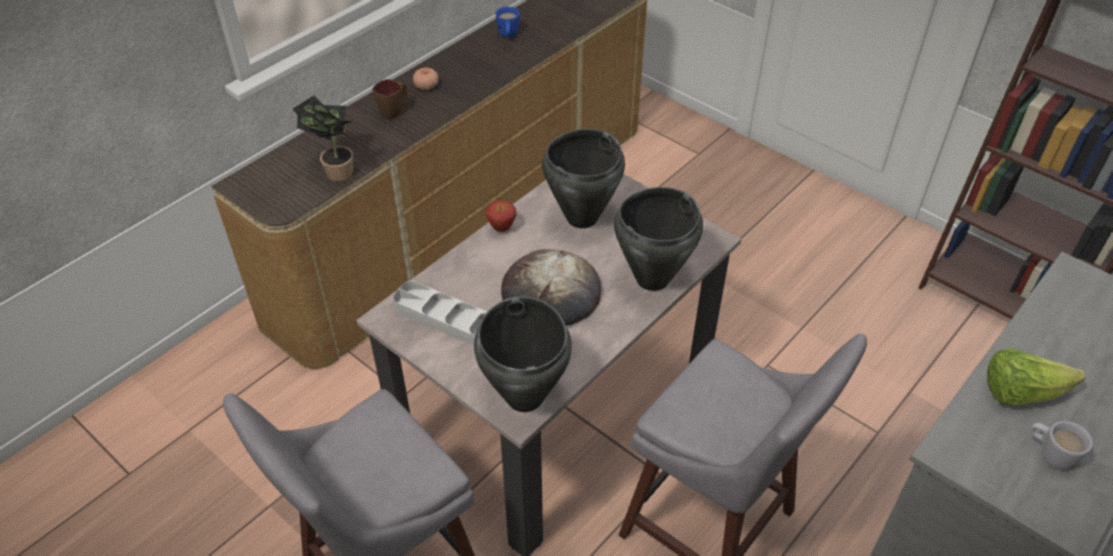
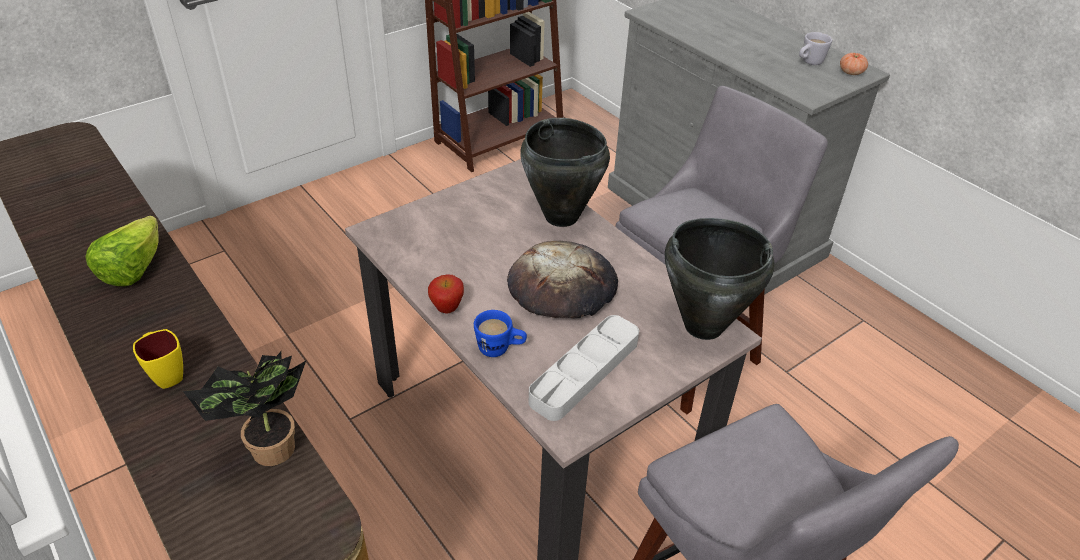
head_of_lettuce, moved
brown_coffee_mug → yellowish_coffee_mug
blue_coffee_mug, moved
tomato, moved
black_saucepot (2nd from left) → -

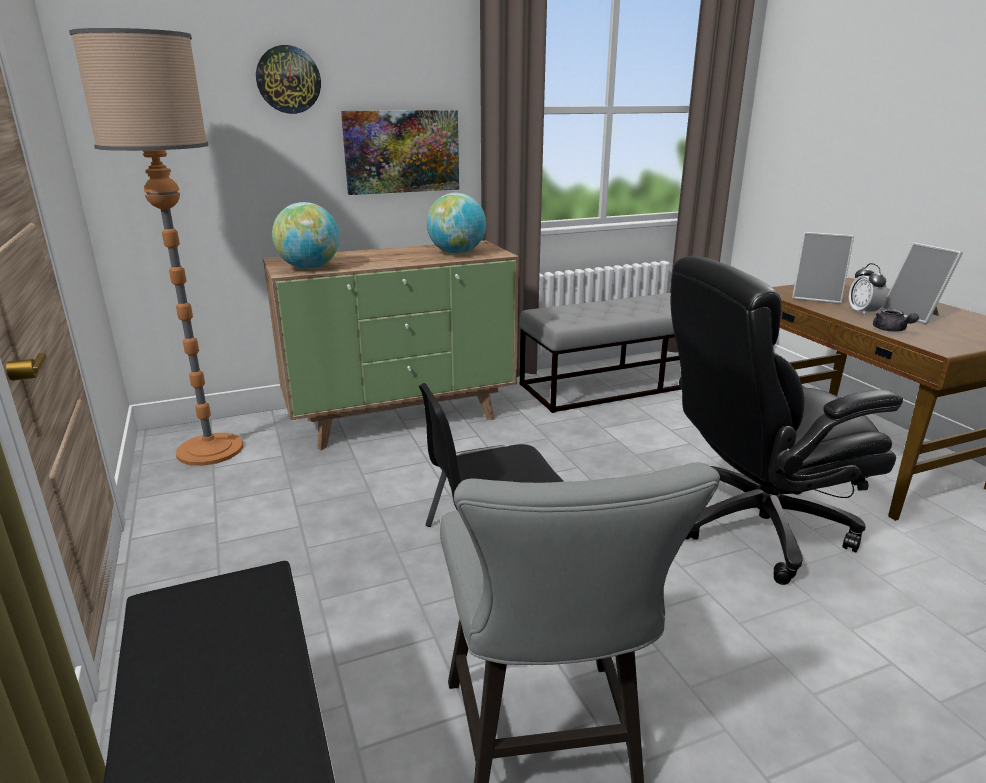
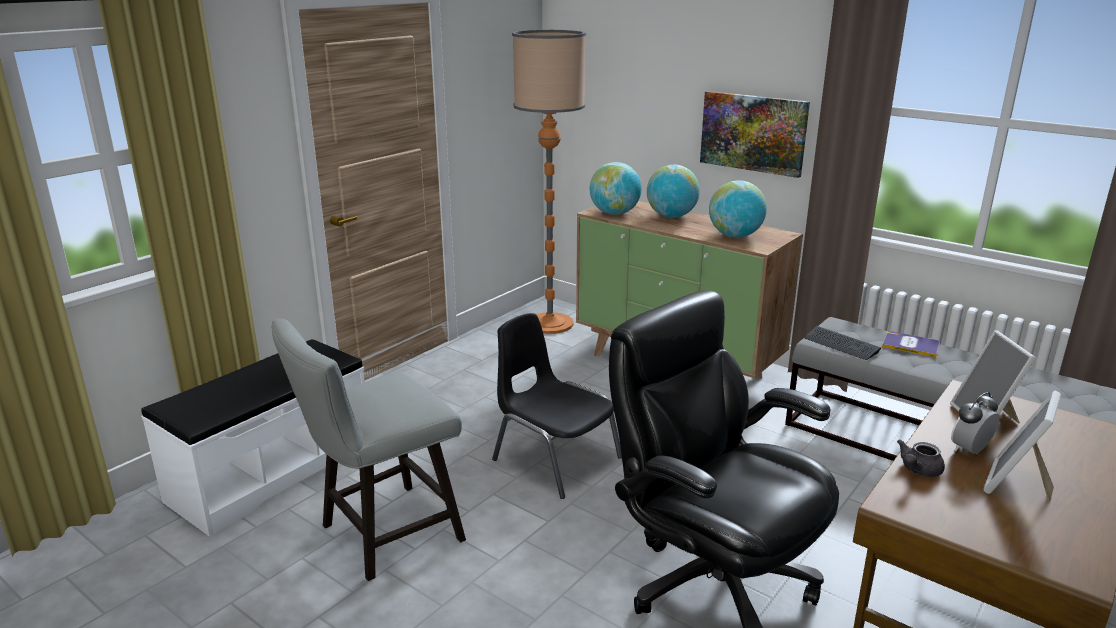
- → globe (2nd from left)
- → keyboard
- → book
clock_on_the_wall → -

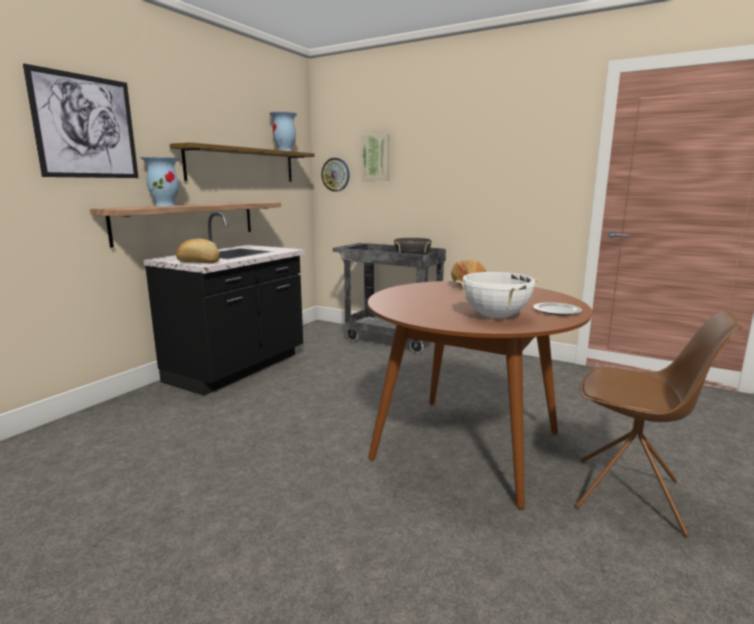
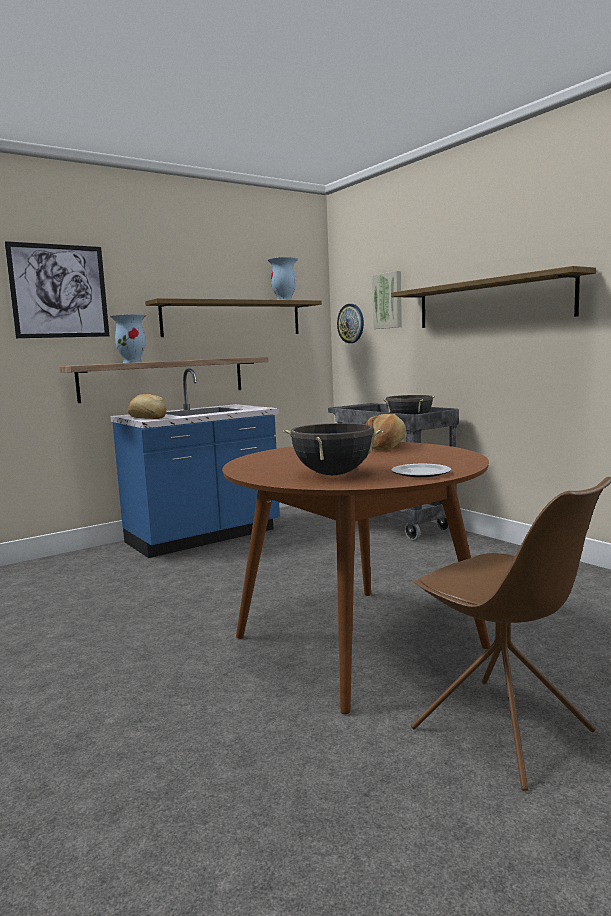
black_counter → blue_counter
whitish_saucepot → black_saucepot (1st from left)
- → wall_shelf (3rd from left)

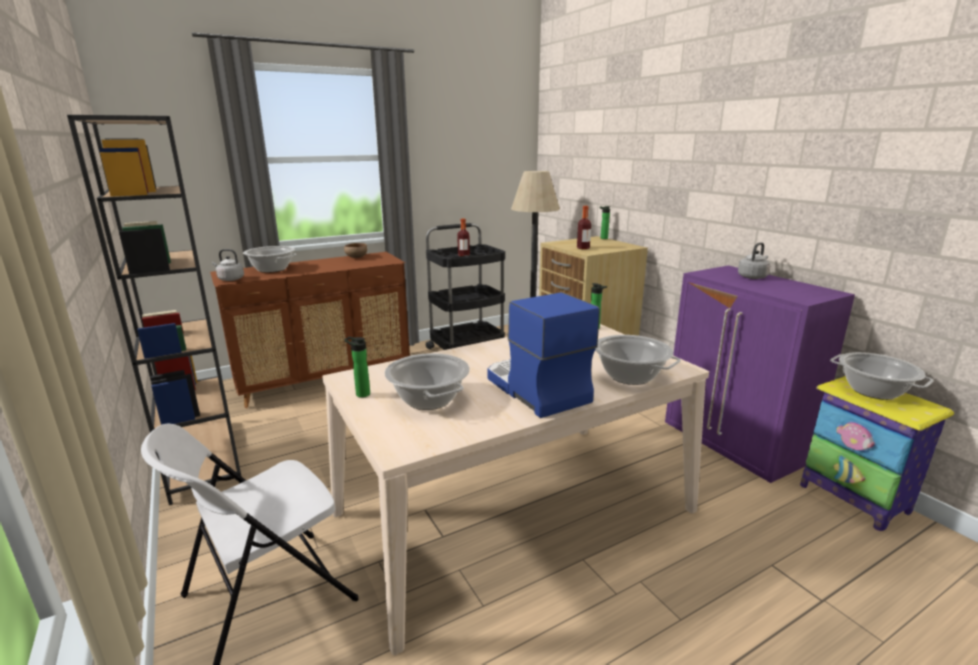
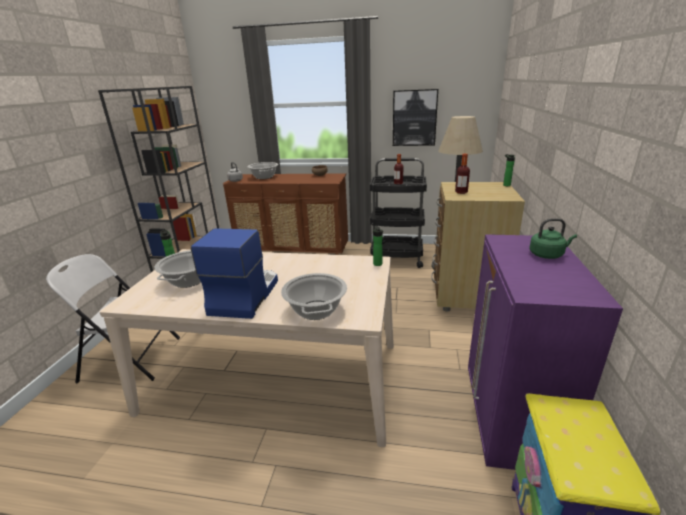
- → wall_art
gray_water_kettle (2nd from left) → green_water_kettle
saucepot (4th from left) → -

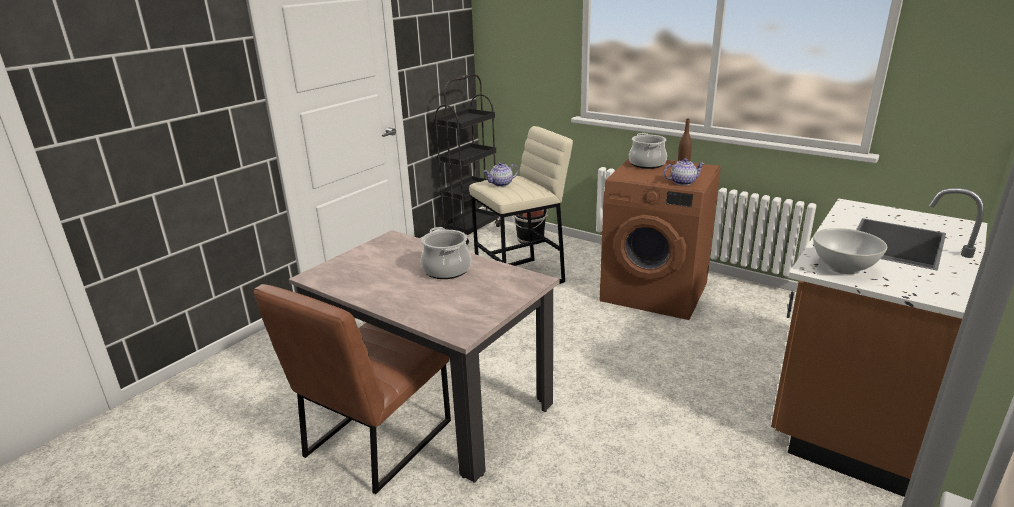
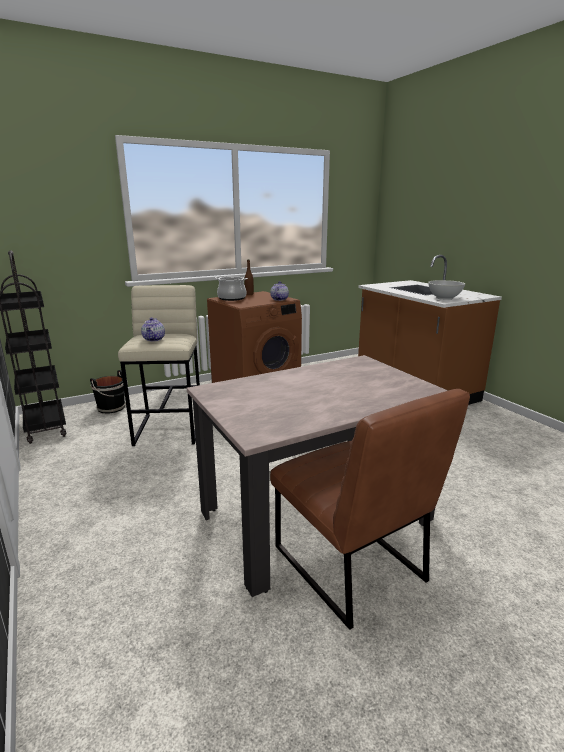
saucepot (1st from left) → -

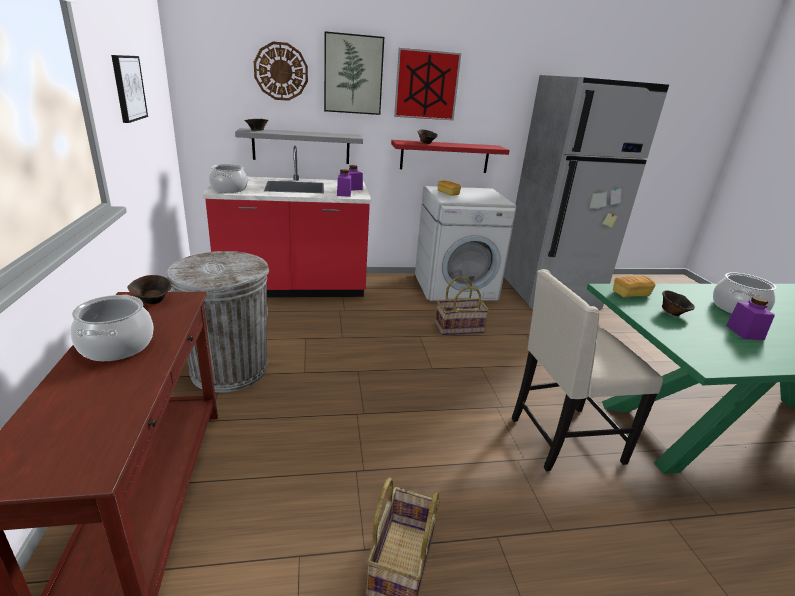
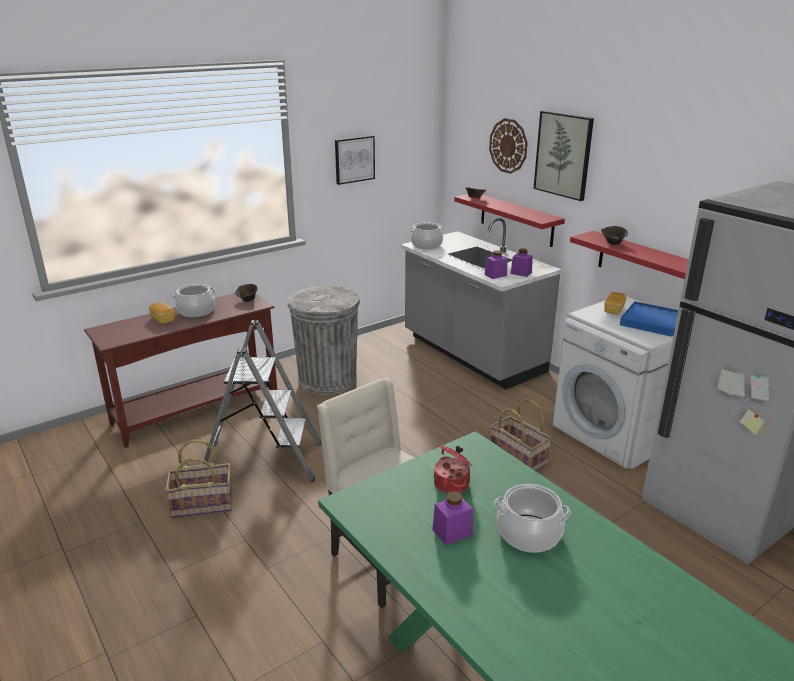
baked_bread (2nd from left in the first image) → baked_bread (1st from left), moved
- → gray_step_stool
red_counter → gray_counter
brown_serving_bowl (4th from left) → saucepot (3rd from left)
gray_wall_shelf → red_wall_shelf (1st from left)
- → blue_carrying_tray
wall_art (3rd from left) → -

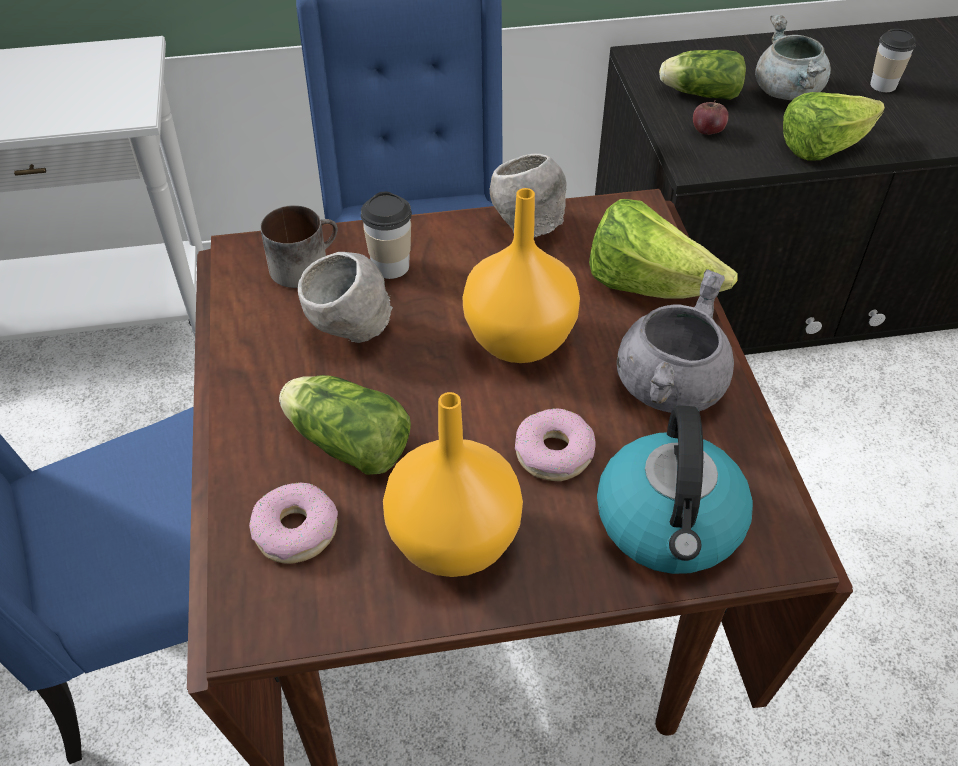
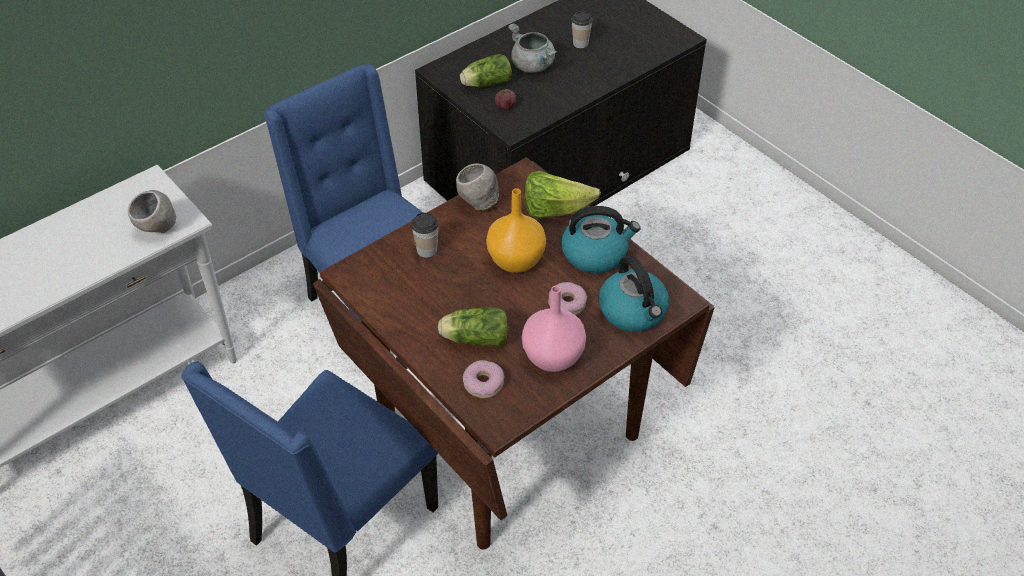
gray_serving_bowl (1st from left), moved
orange_decorative_vase (1st from left) → pink_decorative_vase
gray_saucepot (1st from left) → water_kettle (1st from left)
coffee_mug → -
head_of_lettuce (4th from left) → -

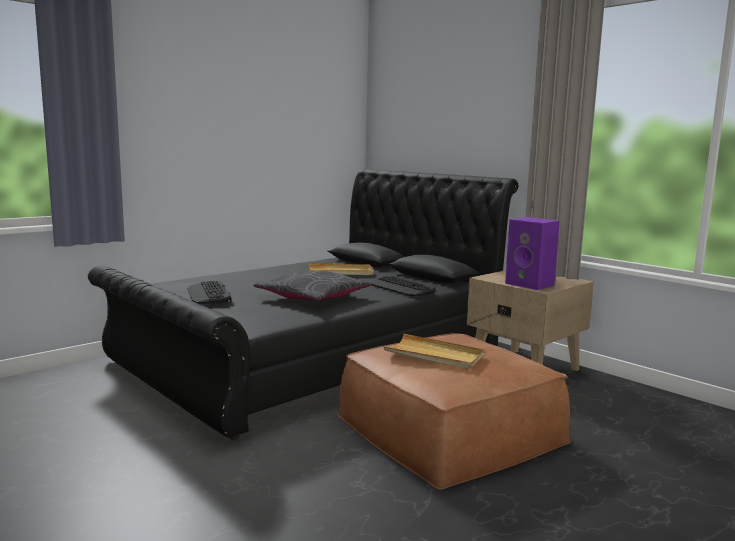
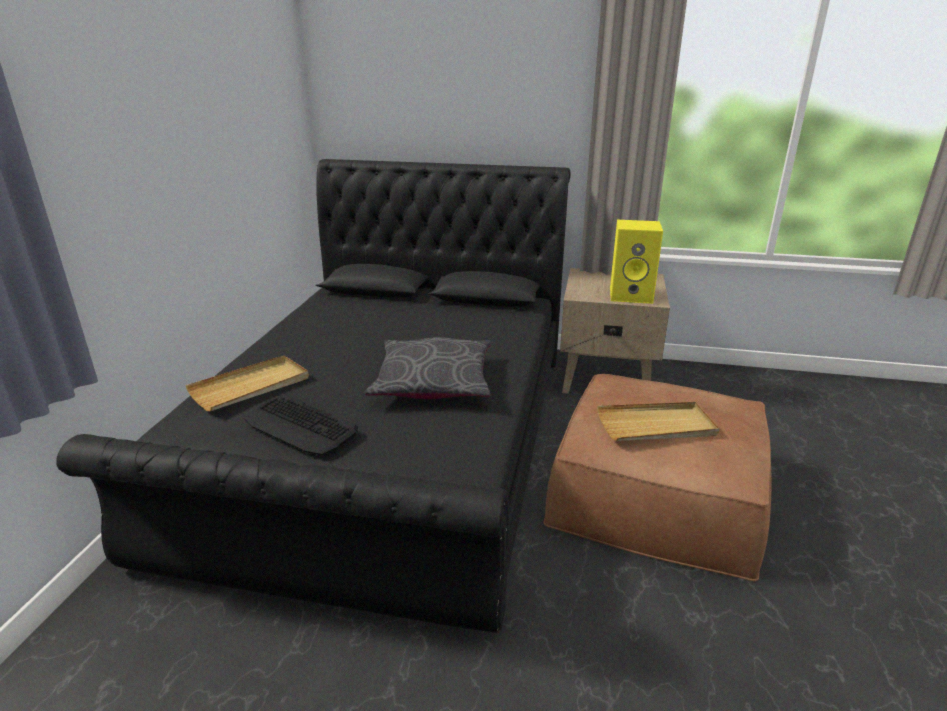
beige-coloured_carrying_tray (1st from left), moved
purple-coloured_speaker → yellowish_speaker
keyboard (2nd from left) → -

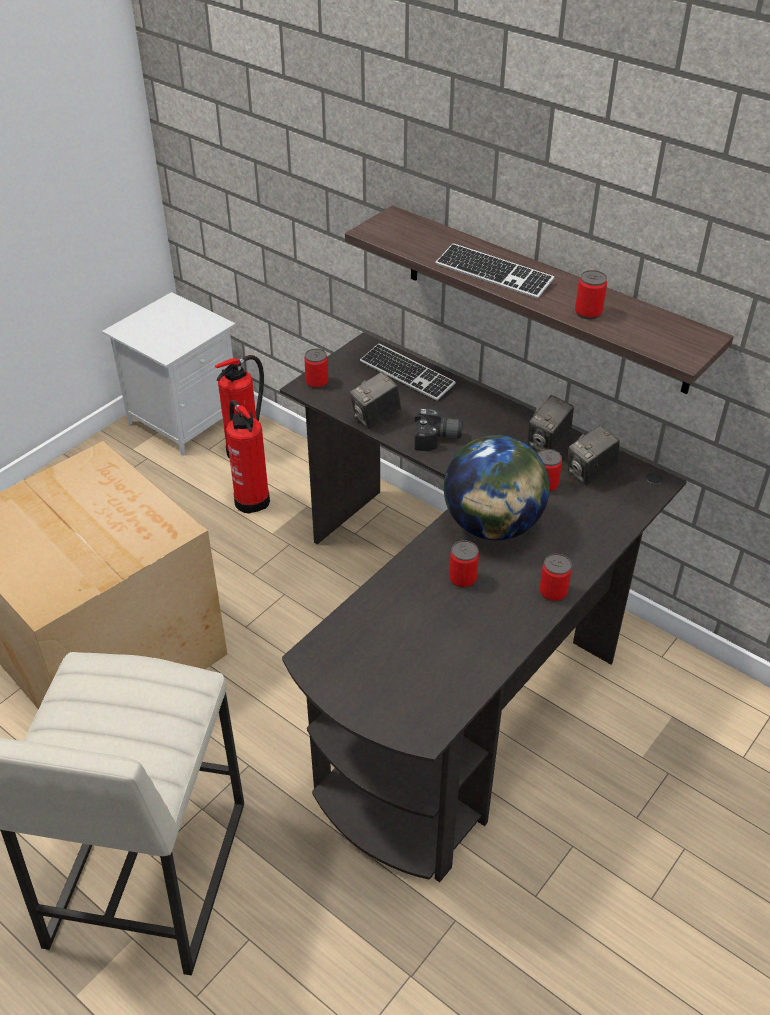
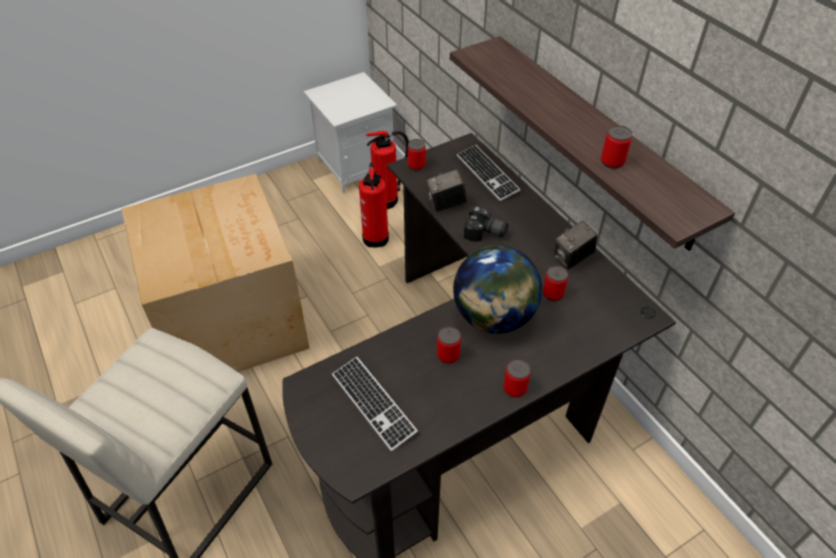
keyboard (2nd from left in the first image) → keyboard (1st from left), moved
still_camera (4th from left) → -

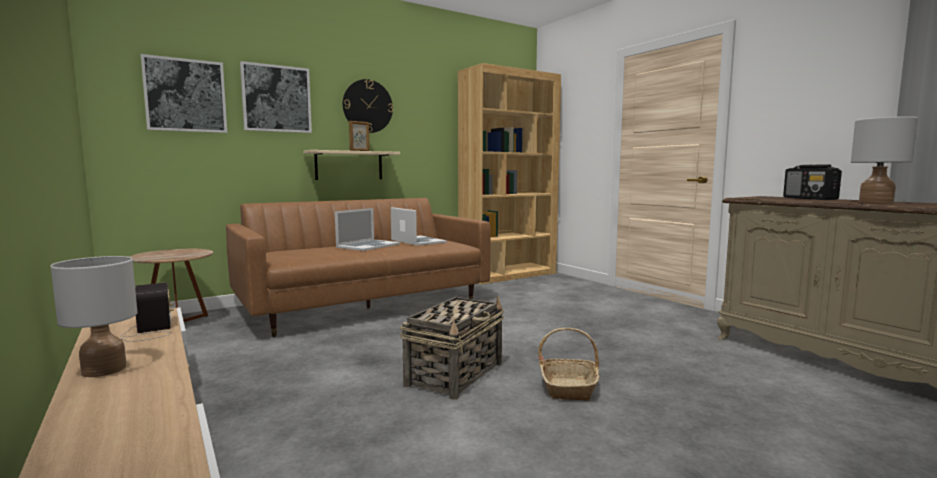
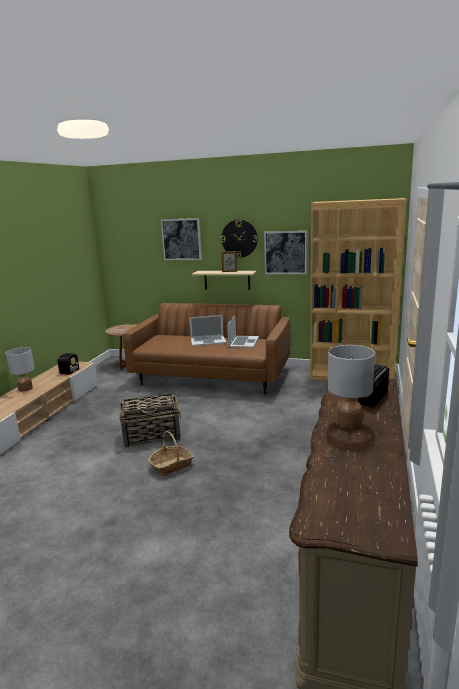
wall_art (1st from left in the first image) → wall_art (2nd from left), moved

